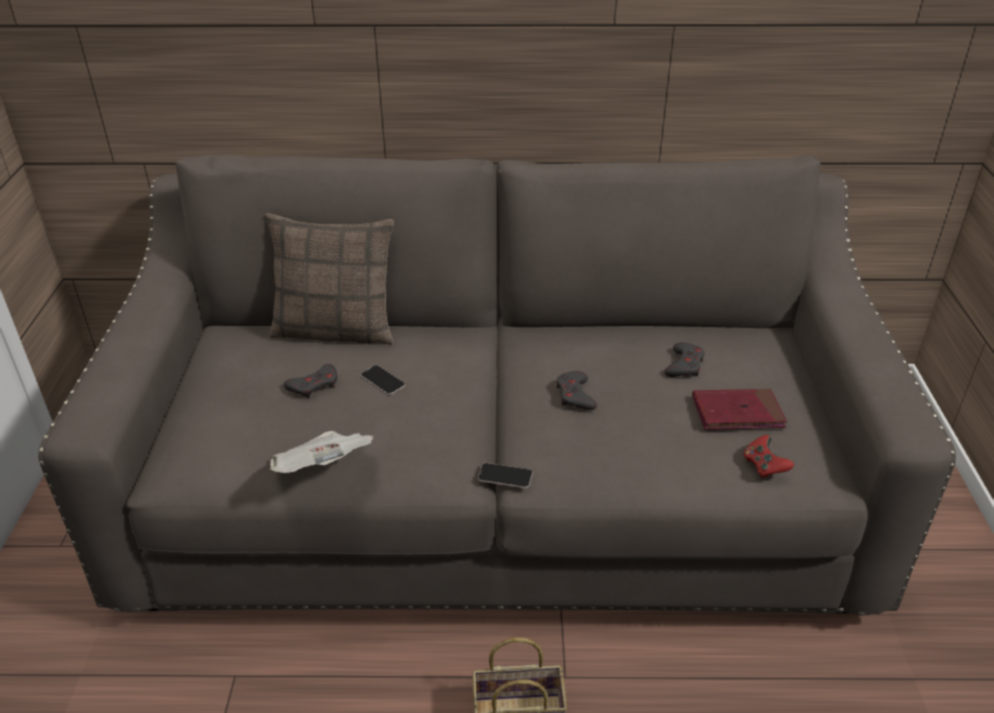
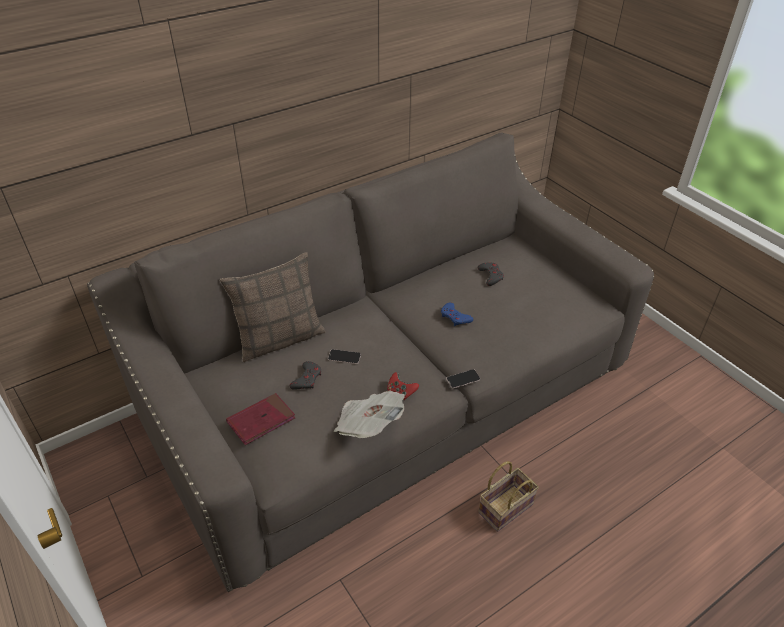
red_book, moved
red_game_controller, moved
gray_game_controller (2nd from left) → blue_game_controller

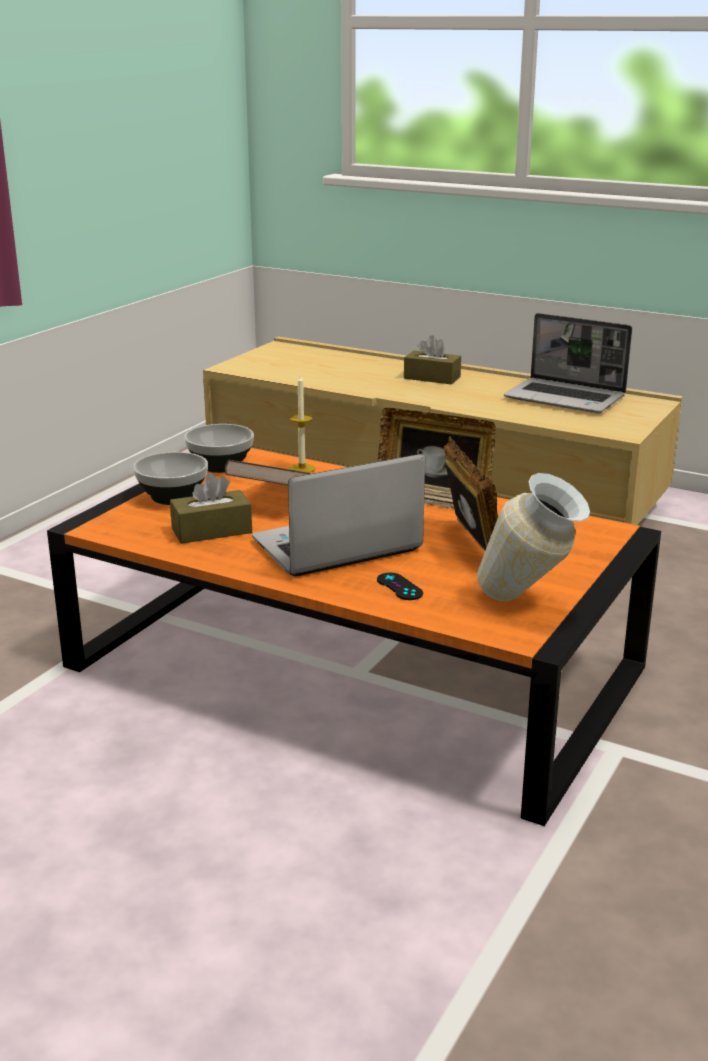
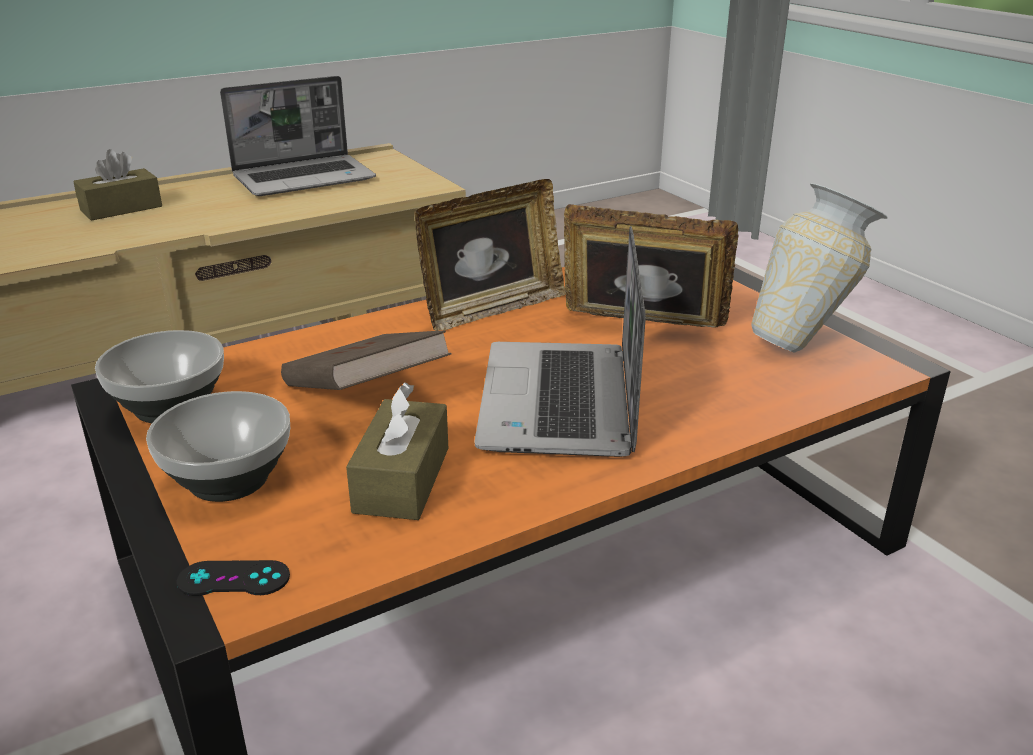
black_game_controller, moved
wax_light → -

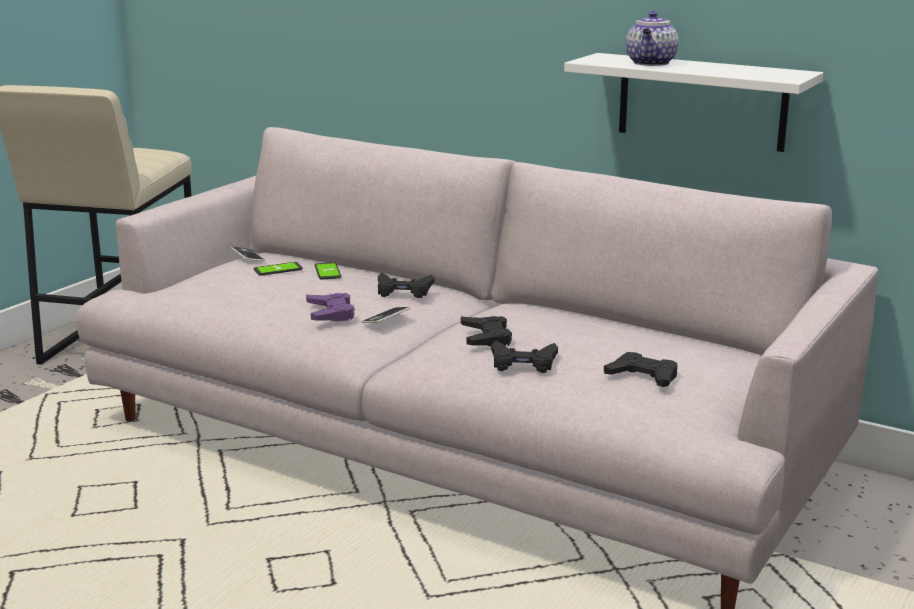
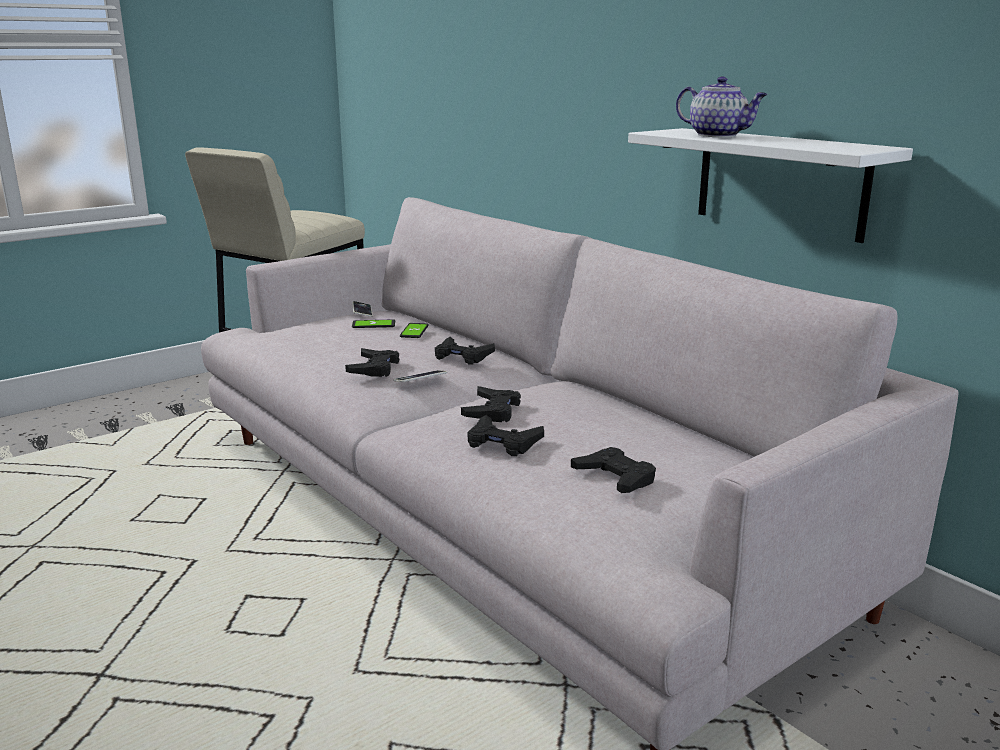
purple-coloured_game_controller → black_game_controller (1st from left)
tea_pot, 90 degrees counterclockwise

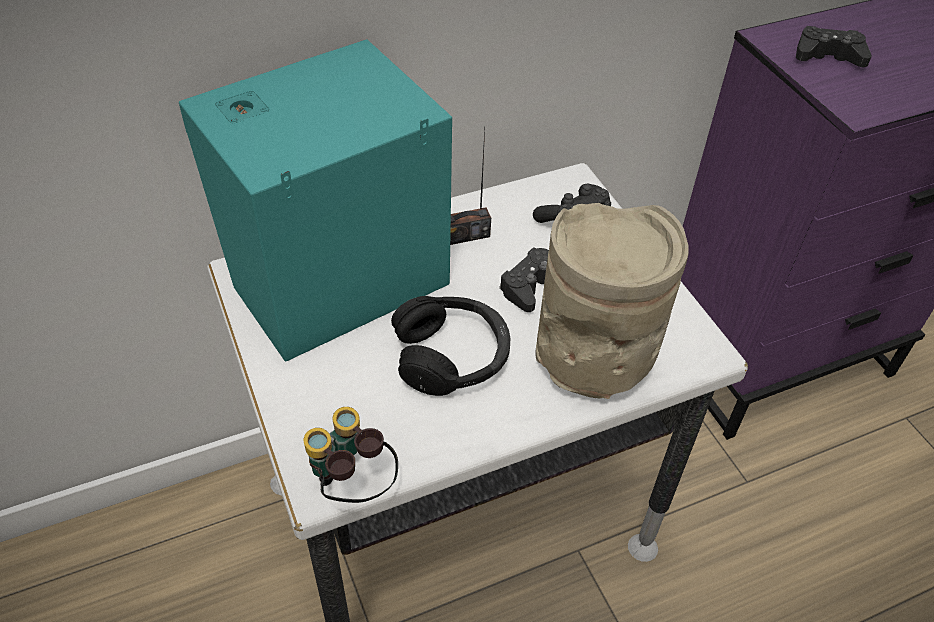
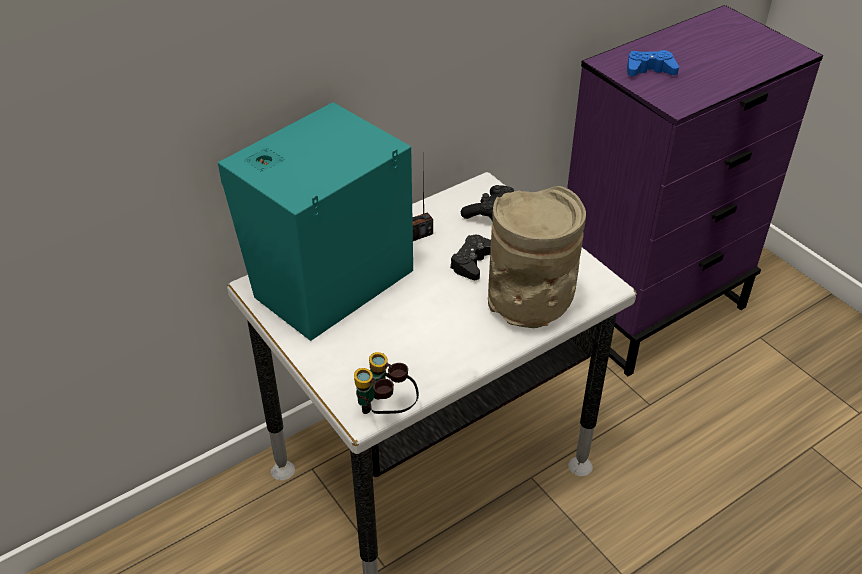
black_game_controller (3rd from left) → blue_game_controller
black_headset → -

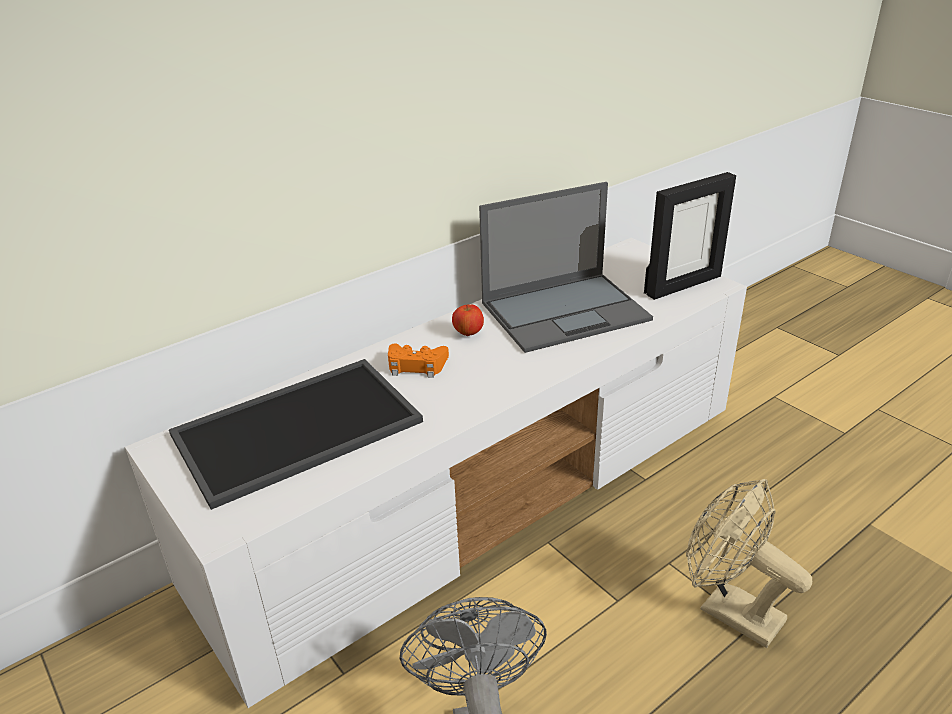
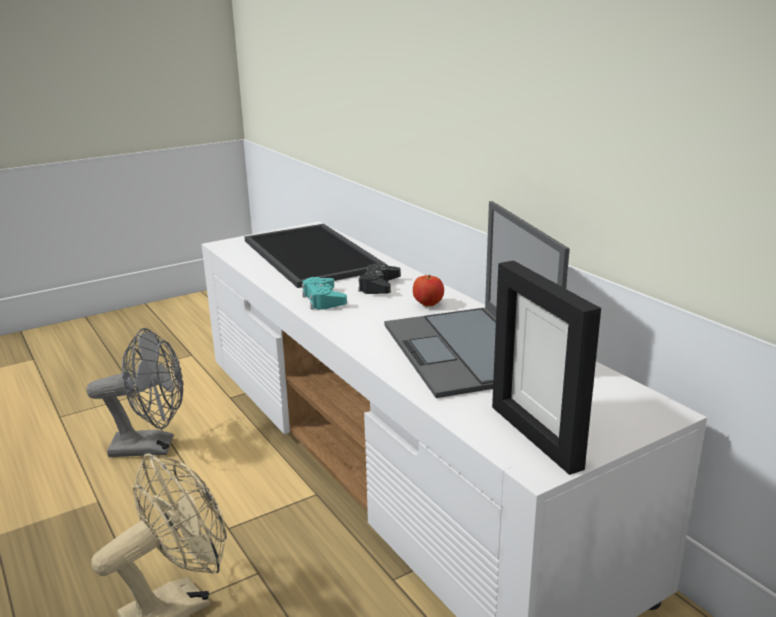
- → turquoise-coloured_game_controller
orange_game_controller → black_game_controller

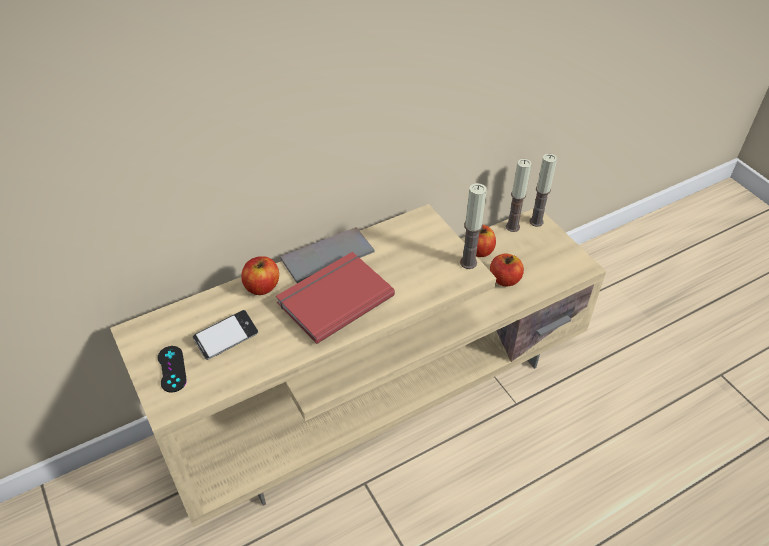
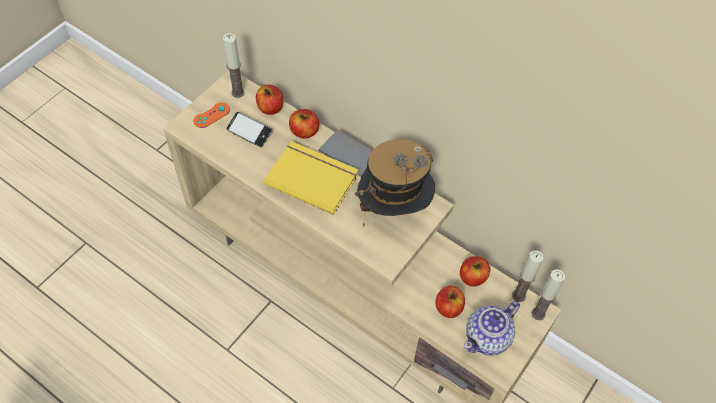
black_game_controller → orange_game_controller
wax_light (1st from left), moved
- → apple_fruit (1st from left)
red_book → yellowish_book
- → wearable_hat
- → tea_pot

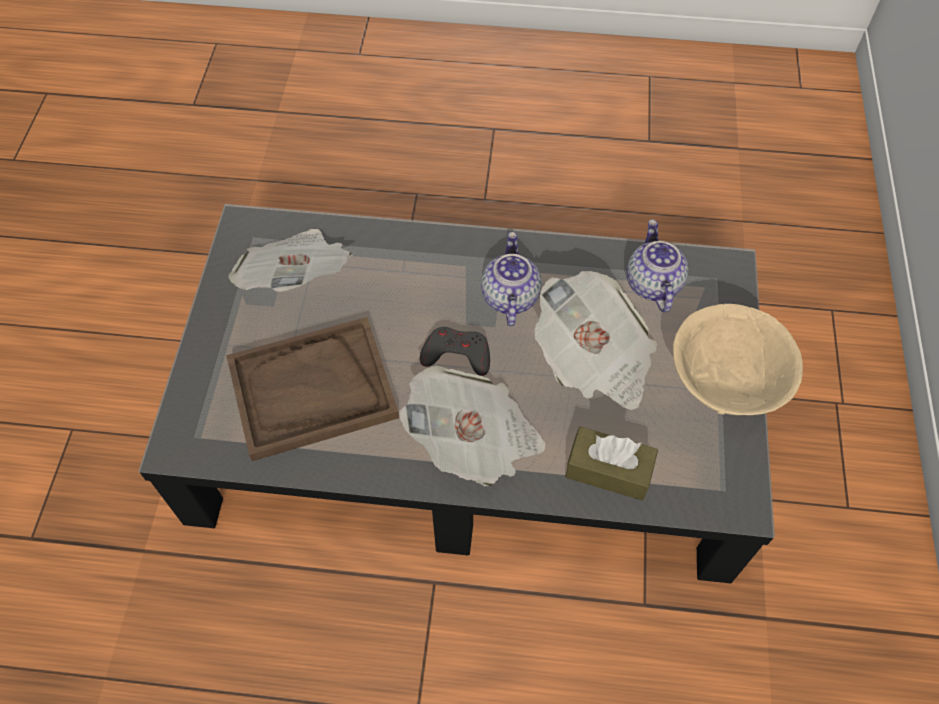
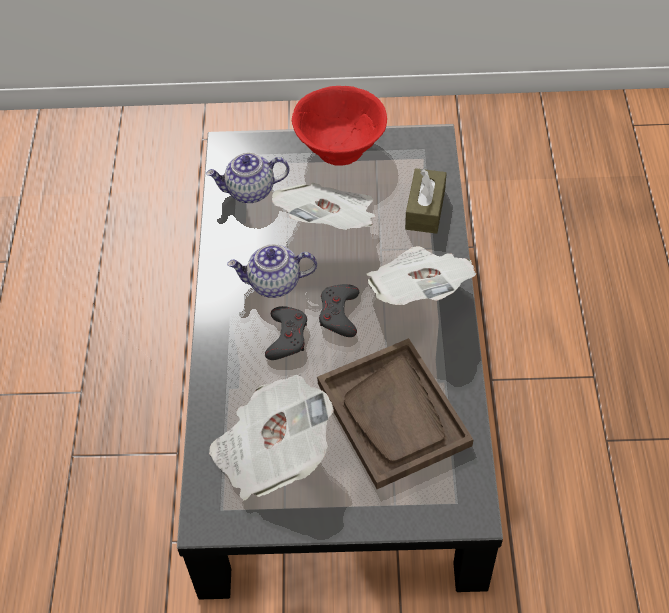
- → gray_game_controller (1st from left)
beige-coloured_serving_bowl → red_serving_bowl

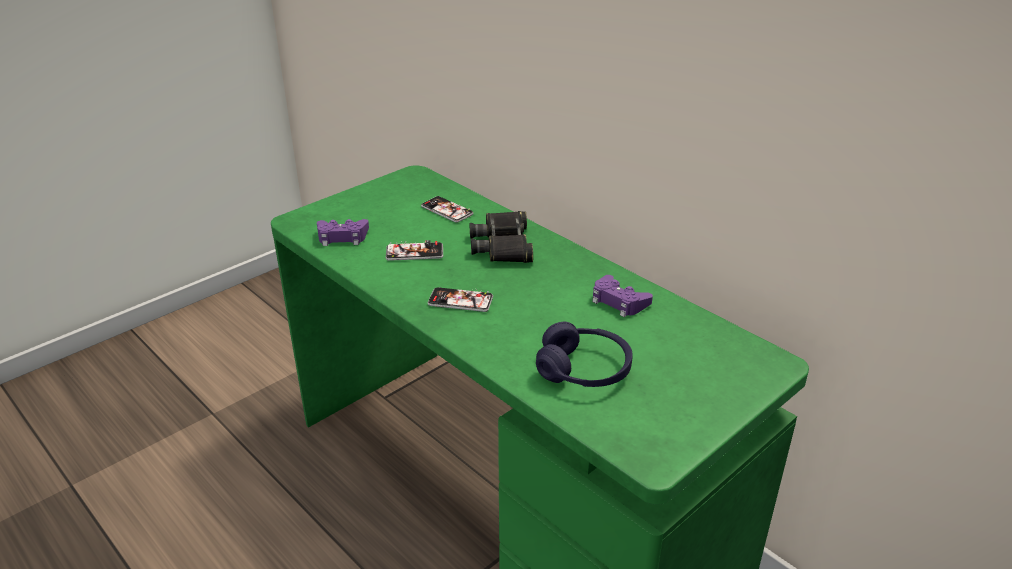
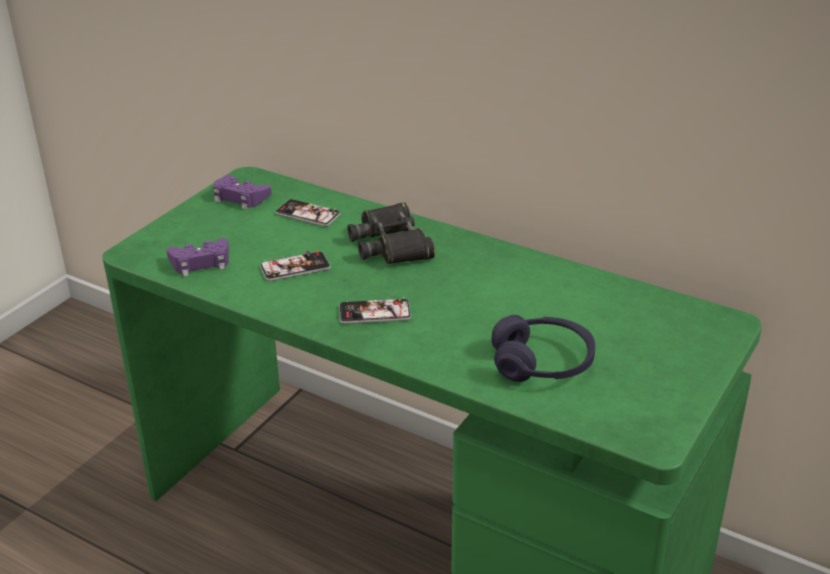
purple-coloured_game_controller (2nd from left), moved

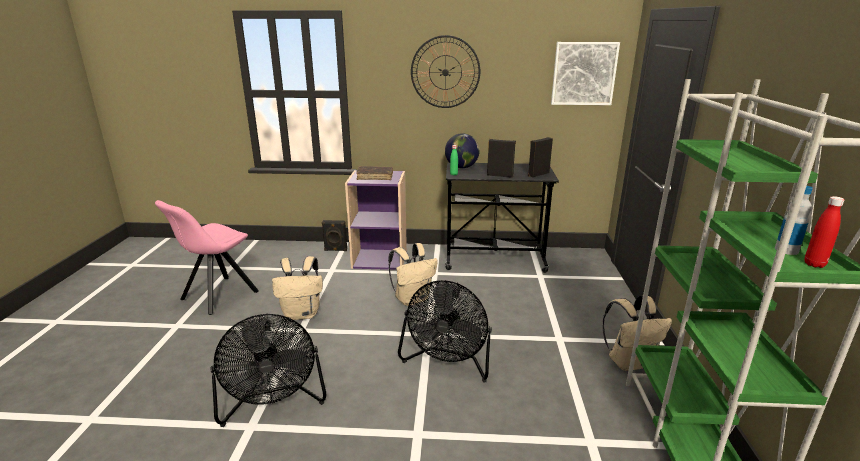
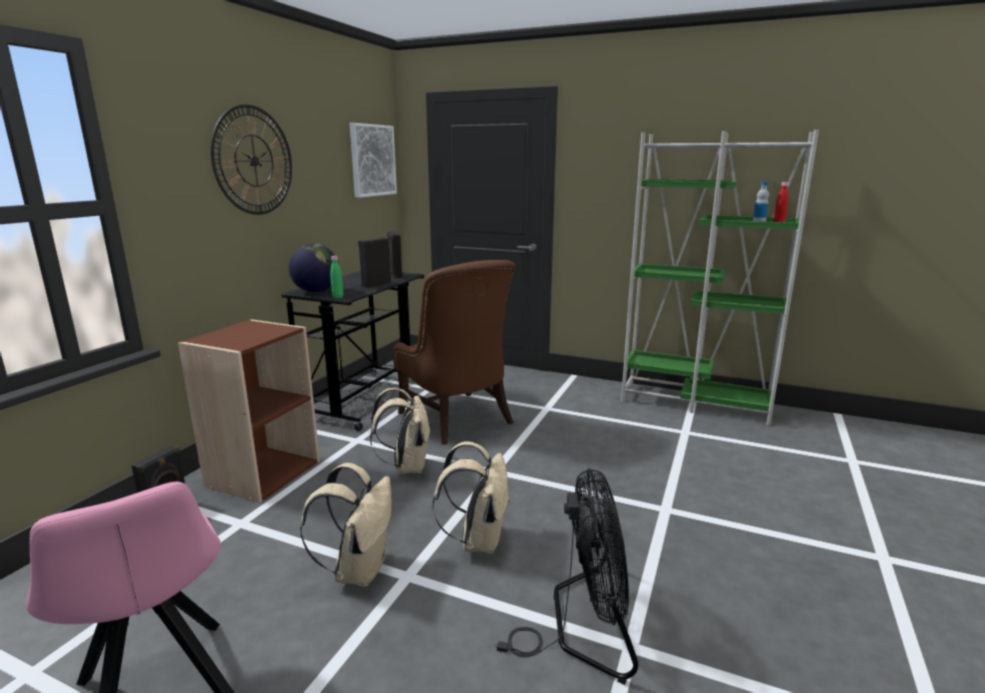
purple-coloured_shelving_unit → brown_shelving_unit
- → brown_upright_chair
beige-coloured_rucksack (3rd from left), moved
brown_book → -
black_electric_fan (2nd from left) → -

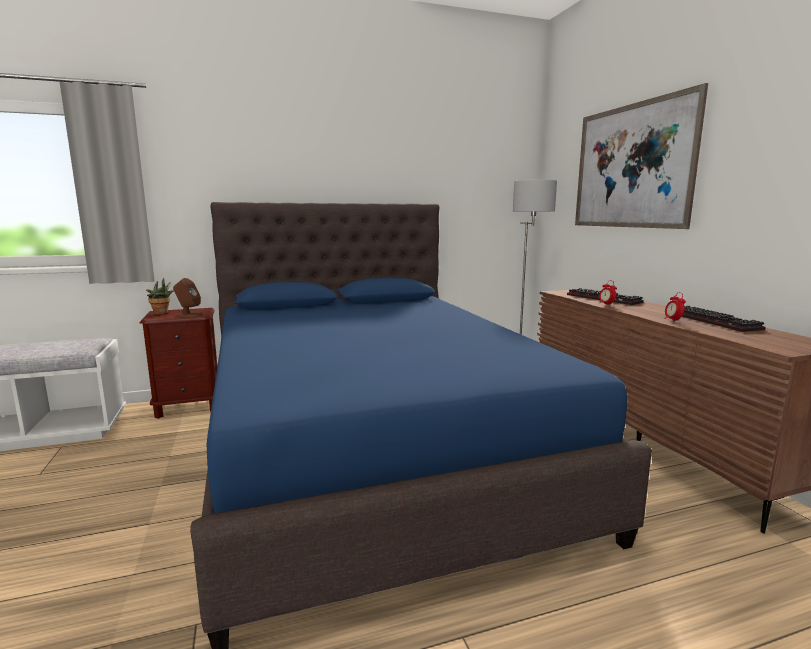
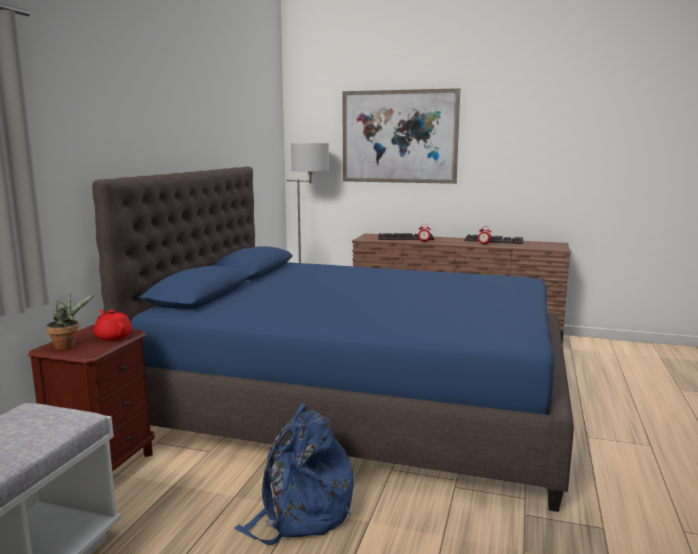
brown_speaker → red_tea_pot
- → blue_rucksack

